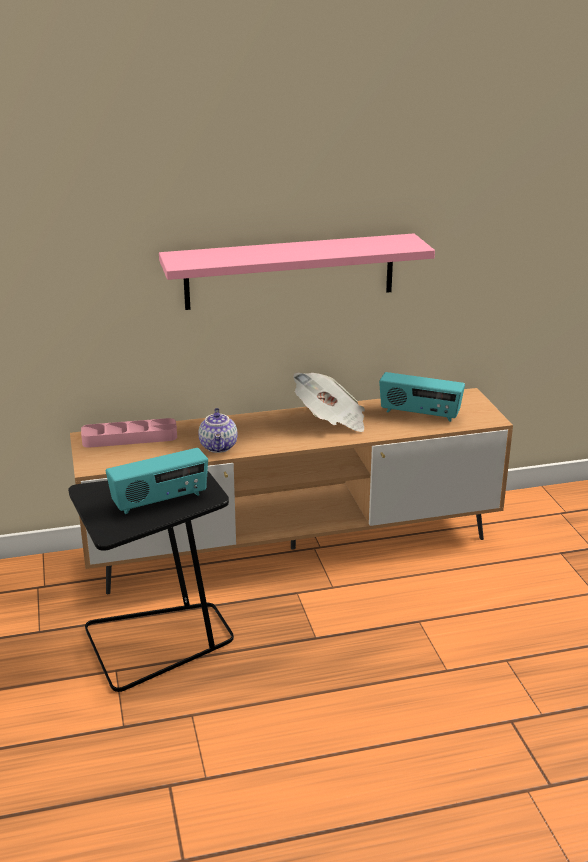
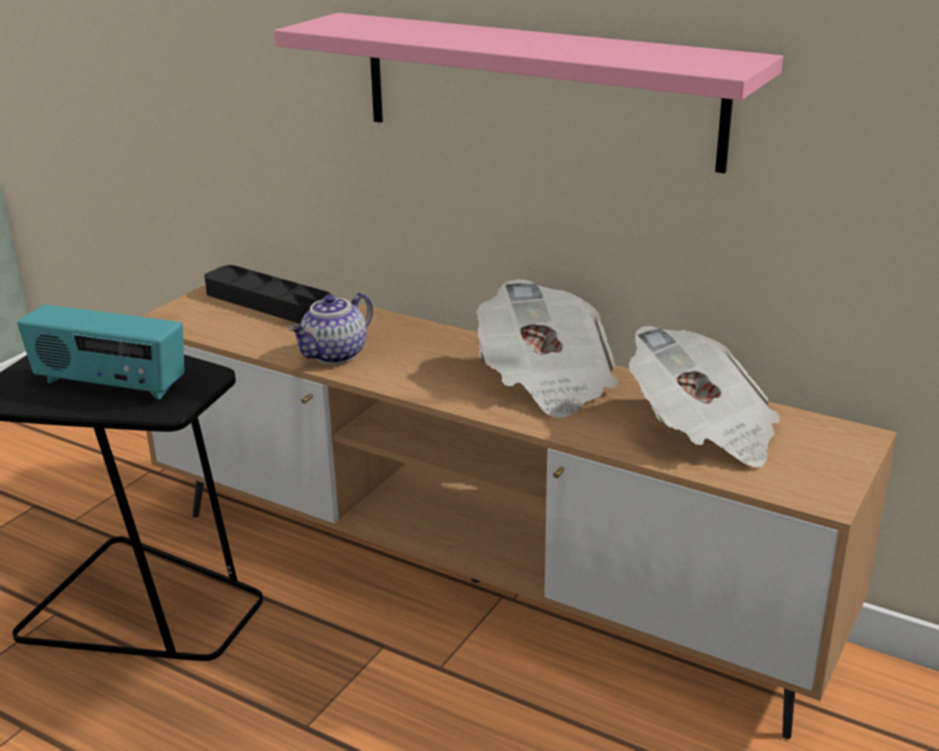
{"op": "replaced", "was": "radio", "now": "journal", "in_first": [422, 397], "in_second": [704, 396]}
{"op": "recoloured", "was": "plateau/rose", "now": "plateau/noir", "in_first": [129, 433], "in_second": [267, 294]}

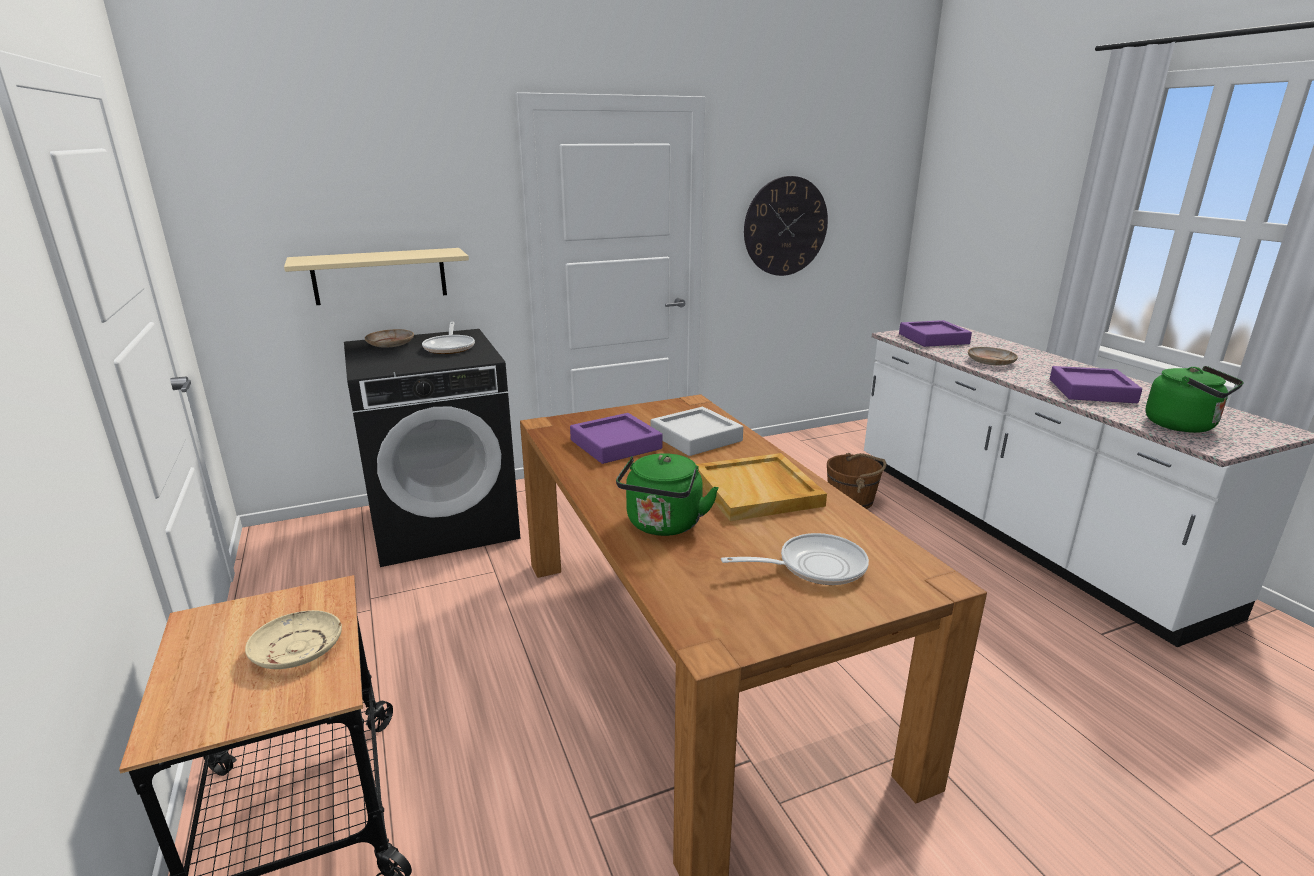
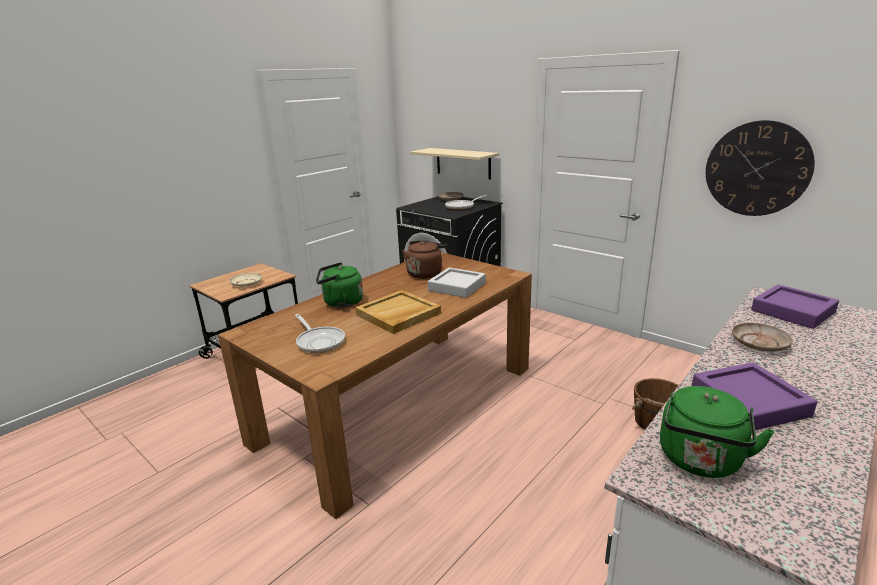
{"op": "replaced", "was": "plateau/violet", "now": "bouilloire/marron", "in_first": [616, 438], "in_second": [424, 260]}

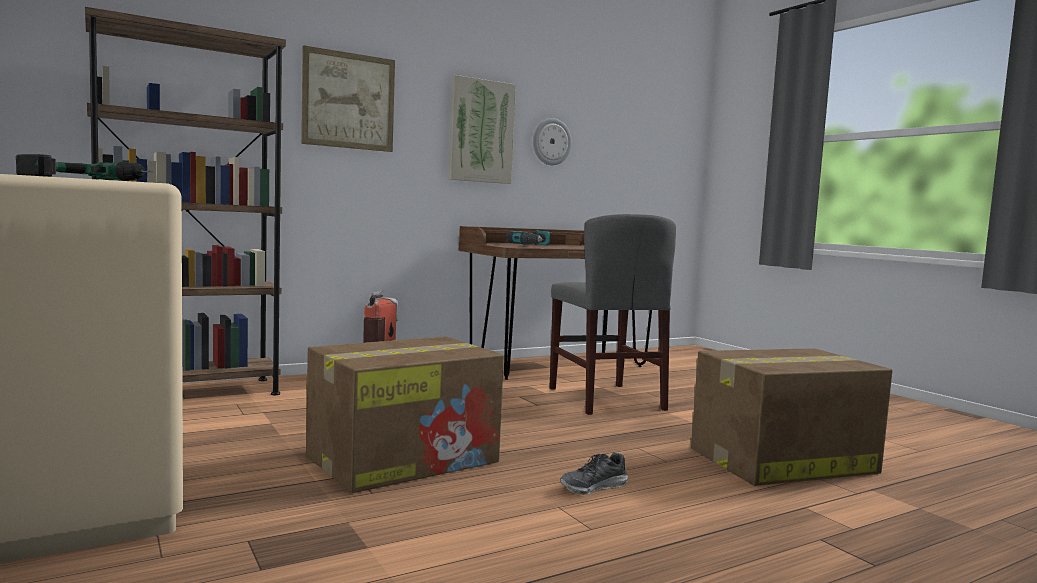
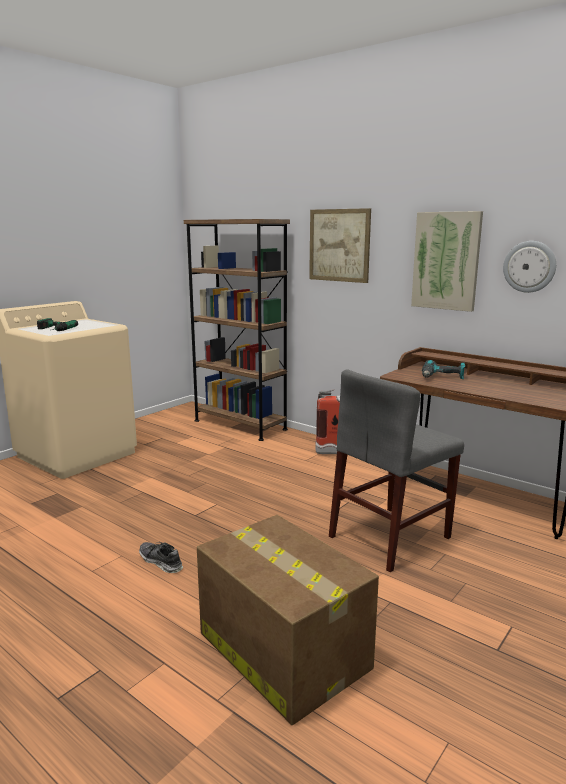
{"op": "removed", "was": "carton", "in_first": [405, 414]}

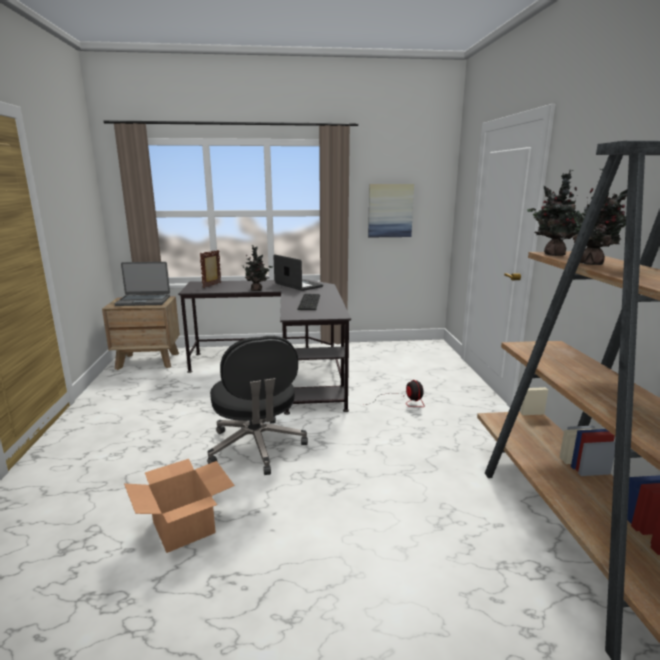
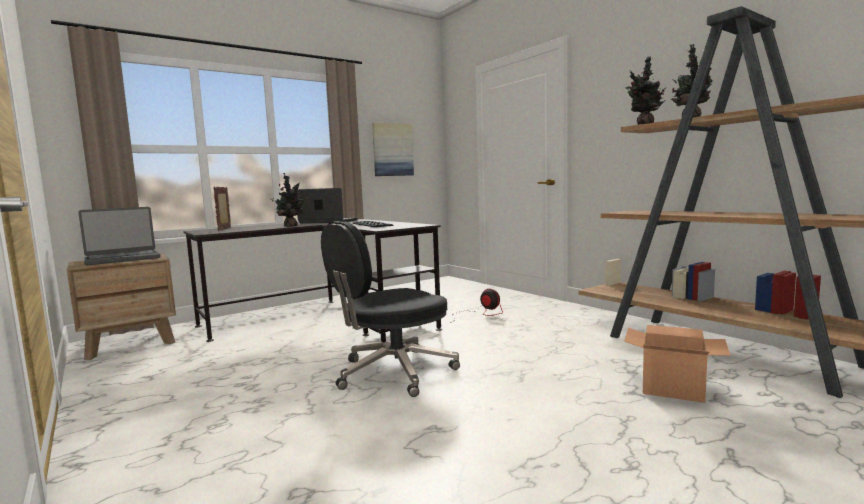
{"op": "moved", "was": "carton", "in_first": [179, 506], "in_second": [677, 364]}
{"op": "turned", "was": "chaise de bureau/noir", "in_first": [257, 405], "in_second": [390, 309], "clockwise": 105}

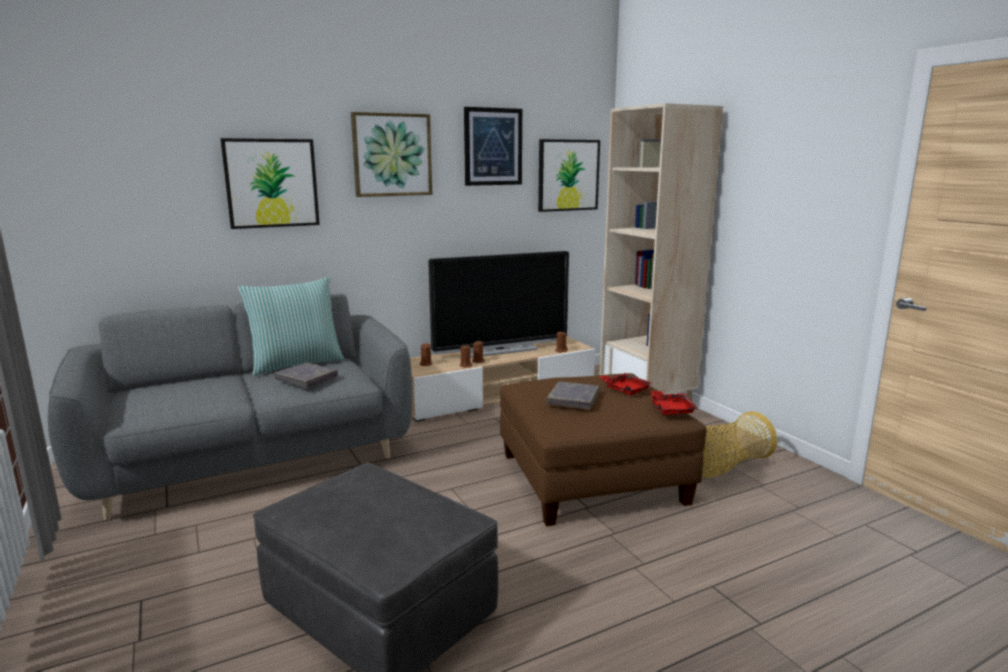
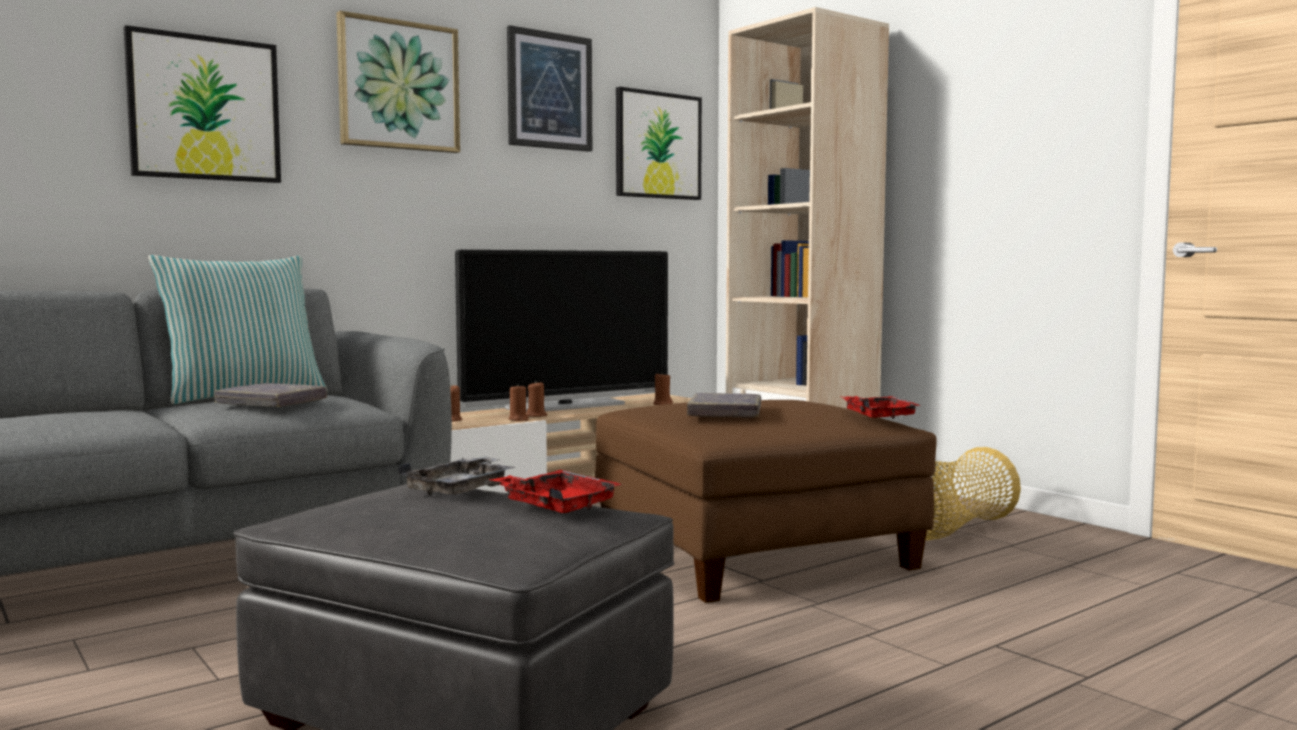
{"op": "added", "now": "plateau/gris", "in_second": [456, 476]}
{"op": "moved", "was": "plateau/rouge", "in_first": [625, 384], "in_second": [555, 491]}

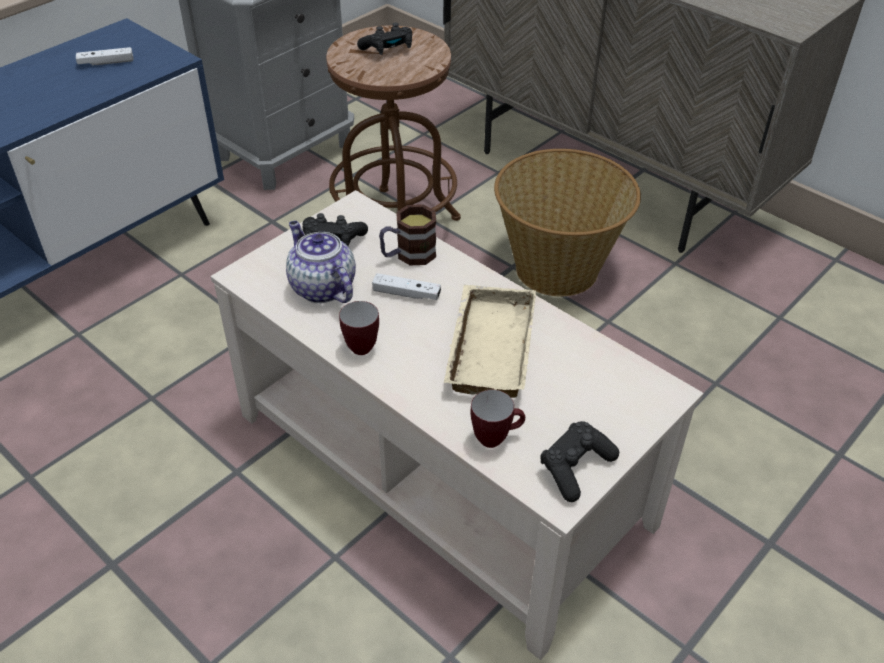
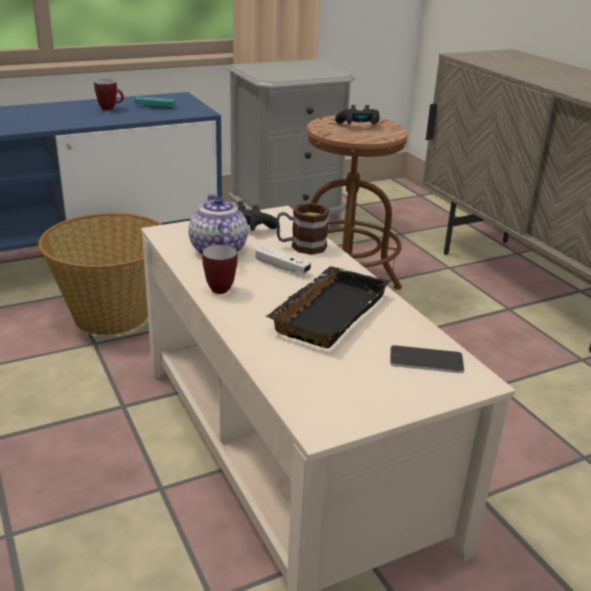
{"op": "removed", "was": "manette/noir", "in_first": [579, 461]}
{"op": "added", "now": "téléphone", "in_second": [427, 359]}
{"op": "moved", "was": "mug", "in_first": [498, 419], "in_second": [109, 94]}
{"op": "moved", "was": "panier", "in_first": [567, 222], "in_second": [100, 274]}
{"op": "recoloured", "was": "manette/blanc", "now": "manette/turquoise", "in_first": [104, 56], "in_second": [154, 103]}
{"op": "recoloured", "was": "plateau/beige", "now": "plateau/noir", "in_first": [490, 341], "in_second": [327, 307]}

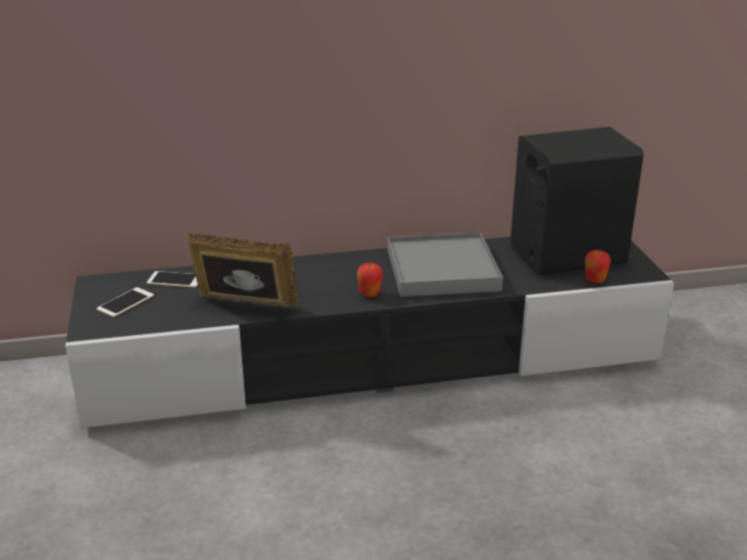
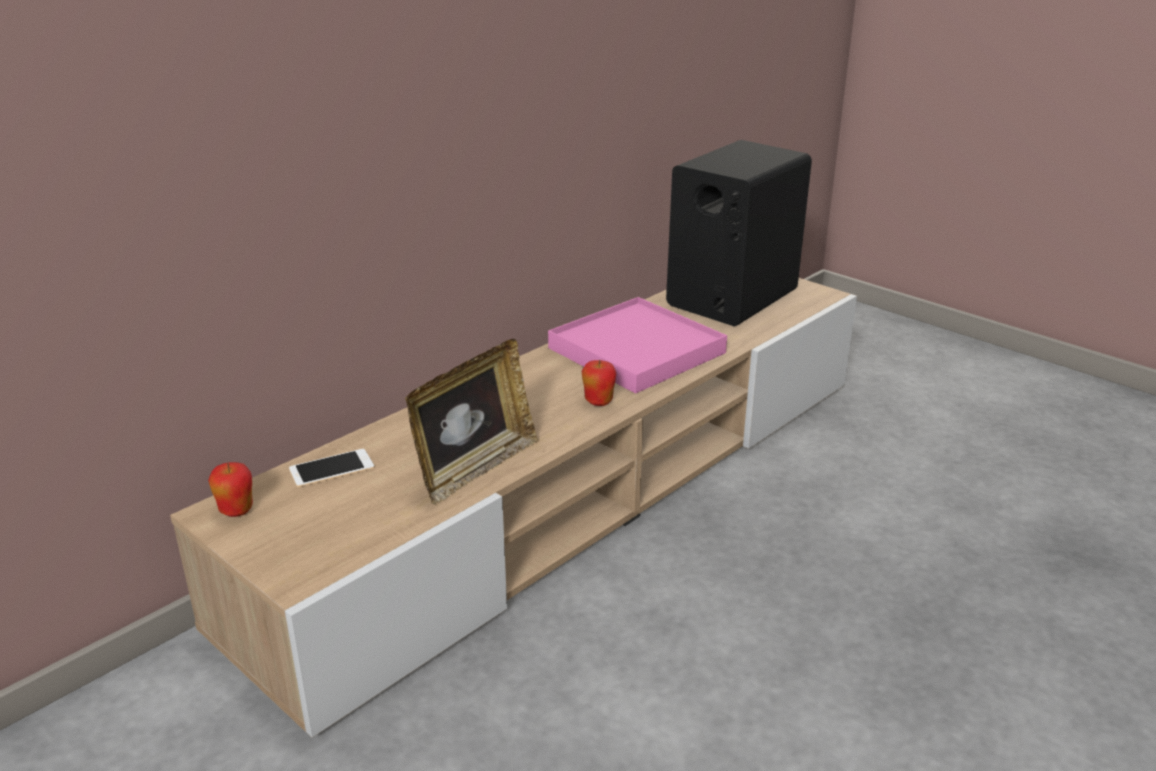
{"op": "removed", "was": "téléphone", "in_first": [125, 302]}
{"op": "moved", "was": "pomme", "in_first": [598, 267], "in_second": [230, 489]}
{"op": "recoloured", "was": "meuble télé/noir", "now": "meuble télé/beige", "in_first": [369, 332], "in_second": [513, 508]}
{"op": "recoloured", "was": "plateau/gris", "now": "plateau/rose", "in_first": [445, 265], "in_second": [637, 345]}
{"op": "turned", "was": "cadre photo", "in_first": [243, 270], "in_second": [471, 421], "clockwise": 150}

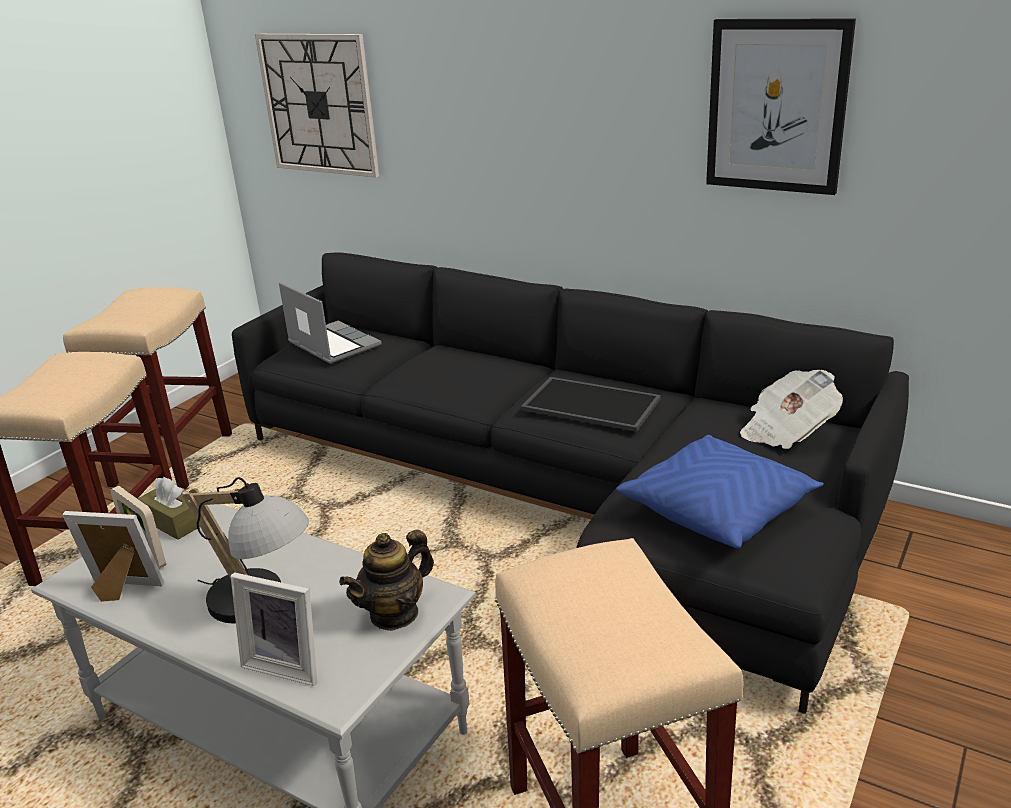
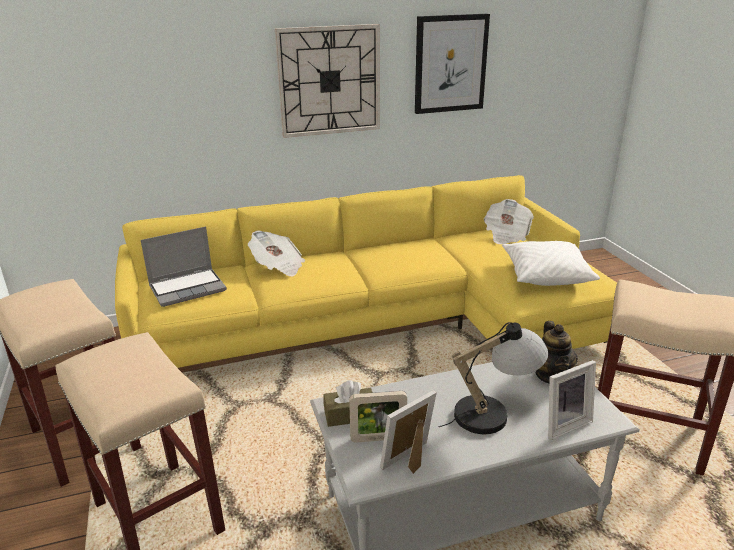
{"op": "removed", "was": "plateau", "in_first": [591, 404]}
{"op": "added", "now": "journal", "in_second": [276, 253]}
{"op": "moved", "was": "horloge murale", "in_first": [317, 105], "in_second": [327, 81]}
{"op": "recoloured", "was": "canapé/noir", "now": "canapé/jaune", "in_first": [570, 483], "in_second": [366, 271]}
{"op": "recoloured", "was": "coussin/bleu", "now": "coussin/blanc", "in_first": [720, 492], "in_second": [551, 263]}
{"op": "turned", "was": "ordinateur portable", "in_first": [330, 323], "in_second": [184, 267], "clockwise": 150}

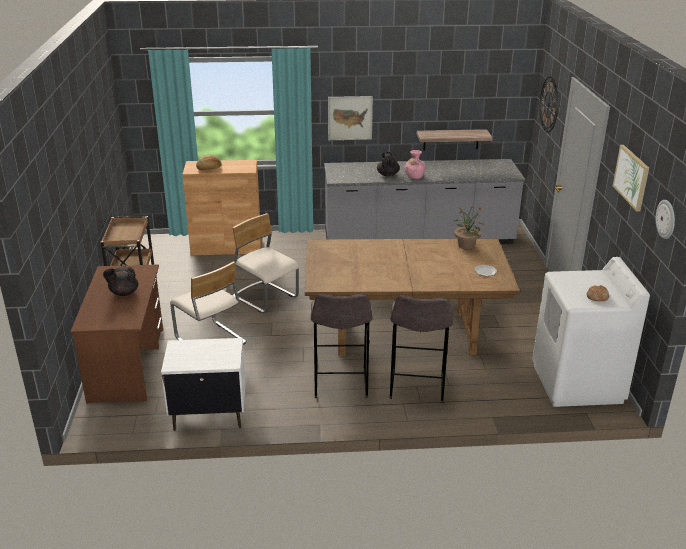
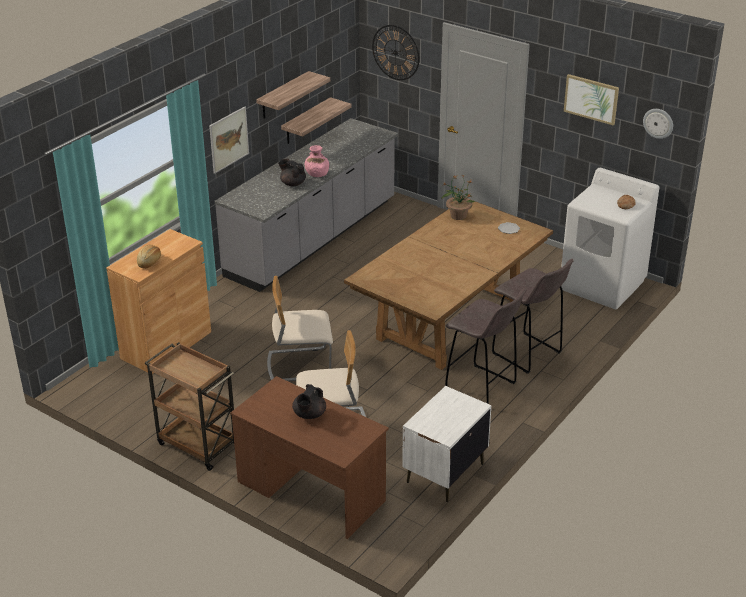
{"op": "added", "now": "étagère", "in_second": [293, 94]}

